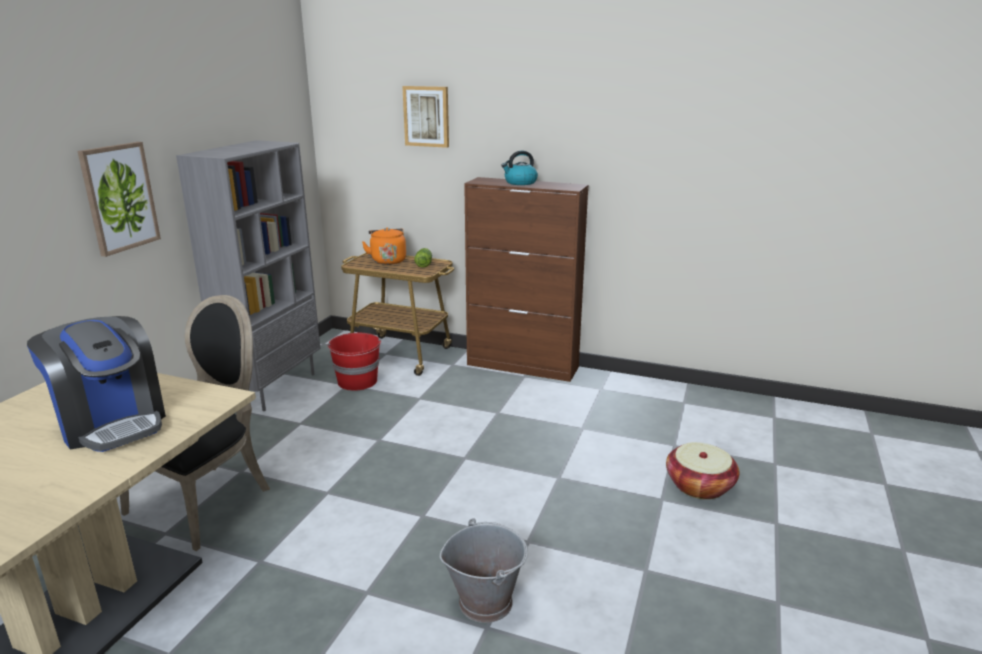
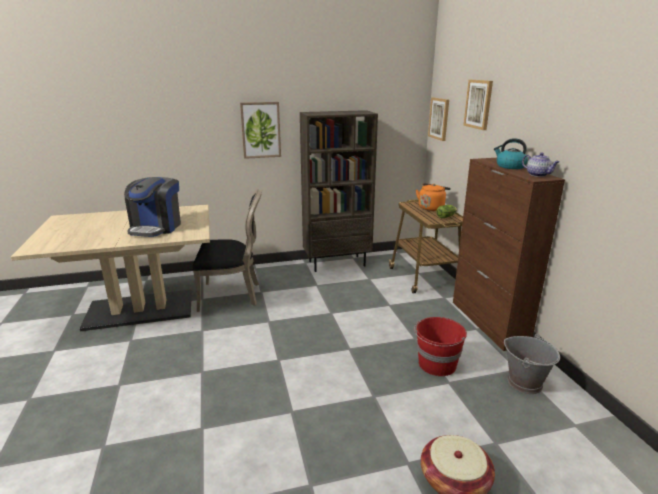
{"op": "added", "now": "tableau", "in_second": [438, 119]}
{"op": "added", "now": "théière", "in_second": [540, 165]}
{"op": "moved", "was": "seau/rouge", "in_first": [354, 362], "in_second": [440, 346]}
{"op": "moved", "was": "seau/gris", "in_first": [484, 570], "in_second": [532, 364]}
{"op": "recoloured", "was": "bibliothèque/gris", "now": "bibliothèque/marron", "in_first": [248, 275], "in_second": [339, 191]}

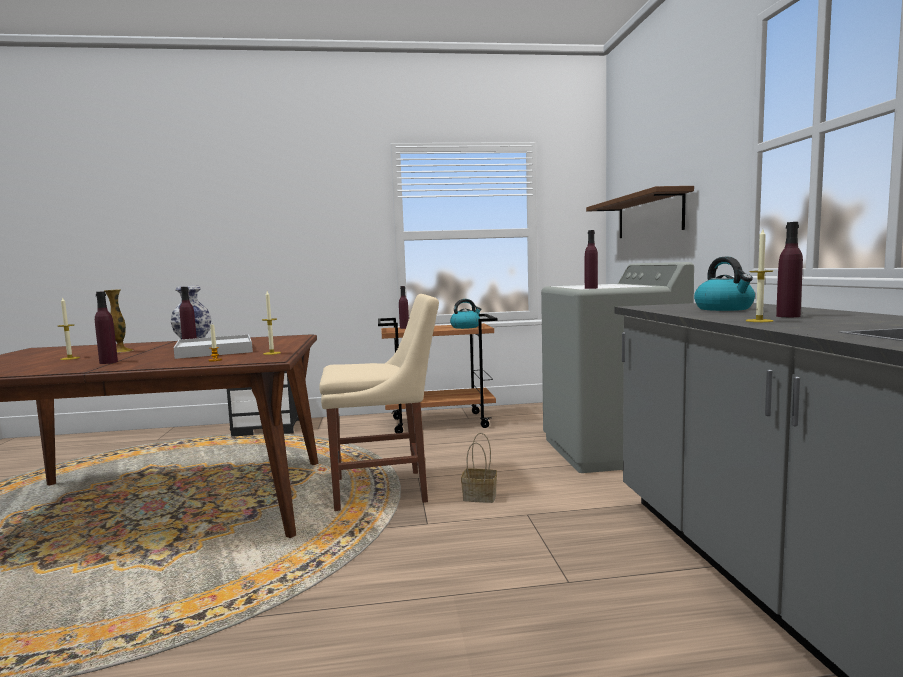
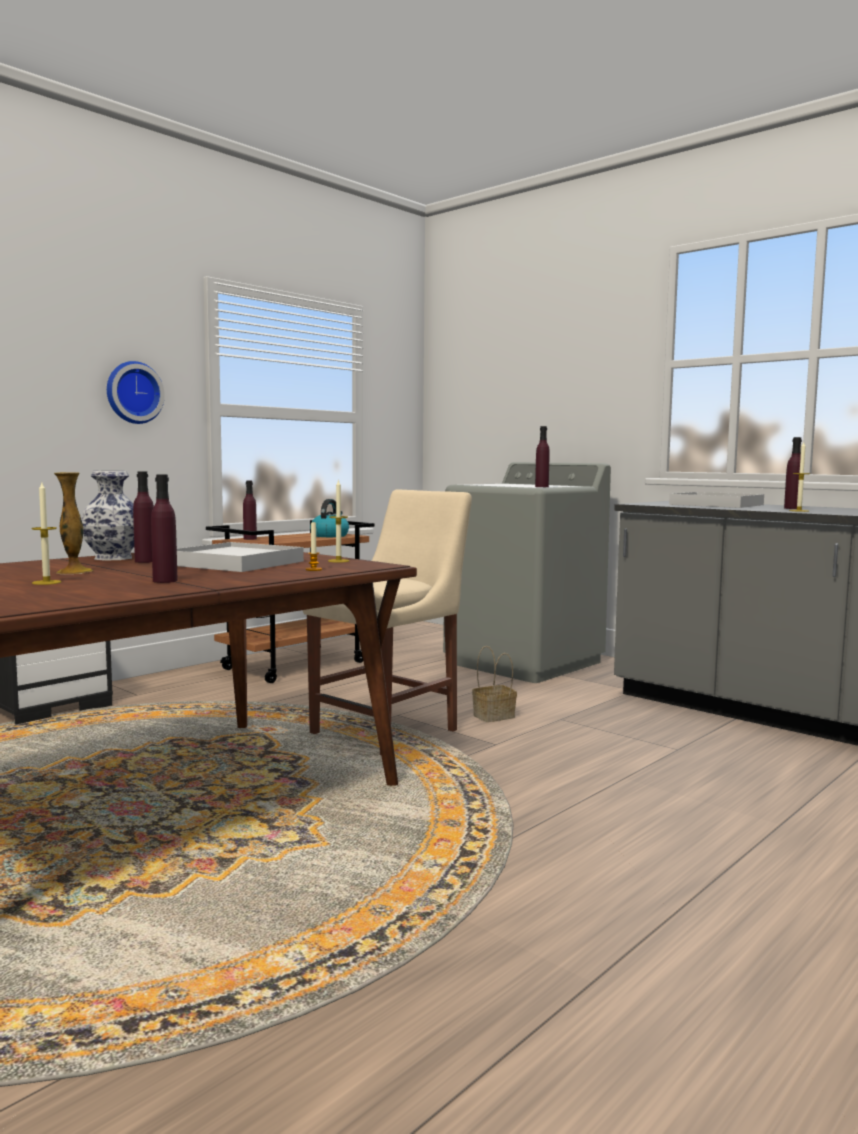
{"op": "removed", "was": "étagère/marron", "in_first": [640, 212]}
{"op": "added", "now": "horloge murale", "in_second": [136, 392]}
{"op": "replaced", "was": "bouilloire", "now": "plateau/blanc", "in_first": [724, 284], "in_second": [716, 500]}

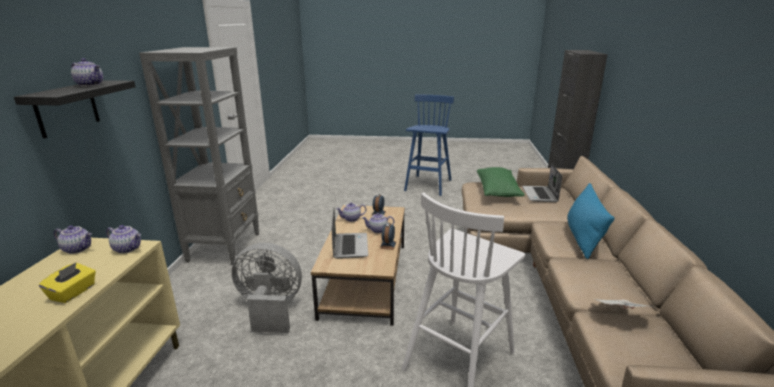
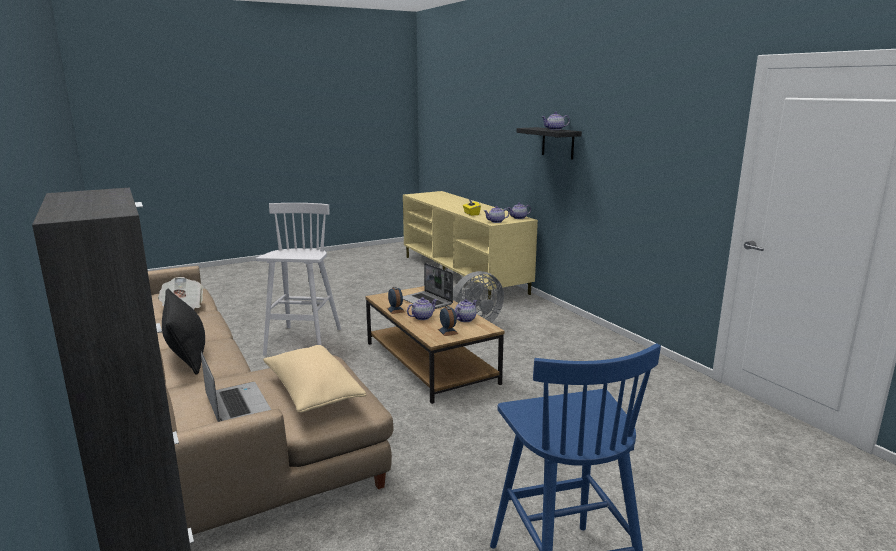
{"op": "removed", "was": "bibliothèque/gris", "in_first": [199, 156]}
{"op": "recoloured", "was": "coussin/vert", "now": "coussin/beige", "in_first": [501, 182], "in_second": [315, 379]}
{"op": "recoloured", "was": "coussin/bleu", "now": "coussin/noir", "in_first": [591, 221], "in_second": [183, 332]}

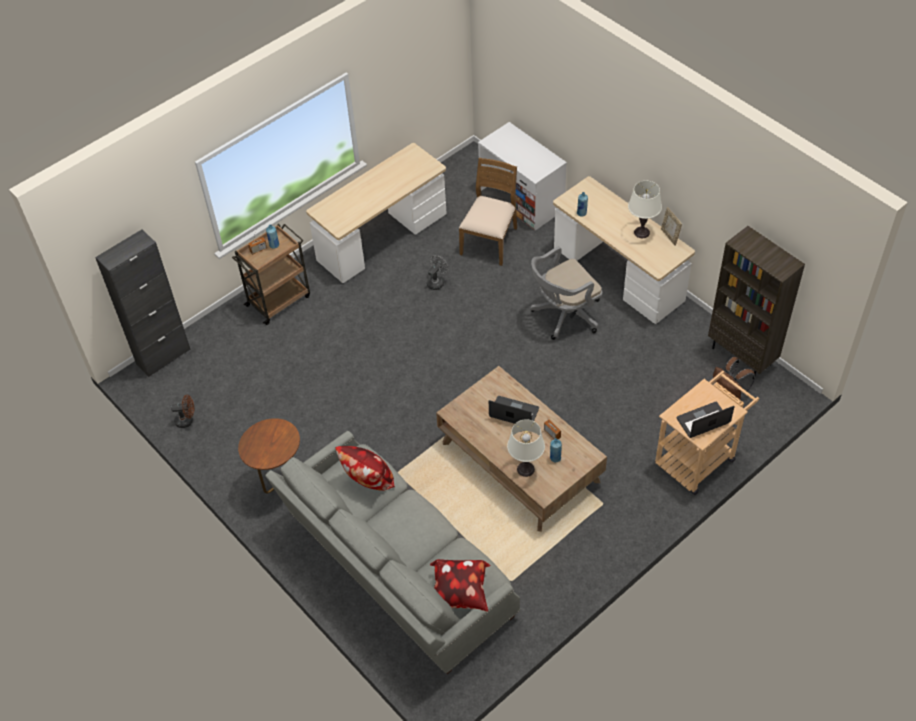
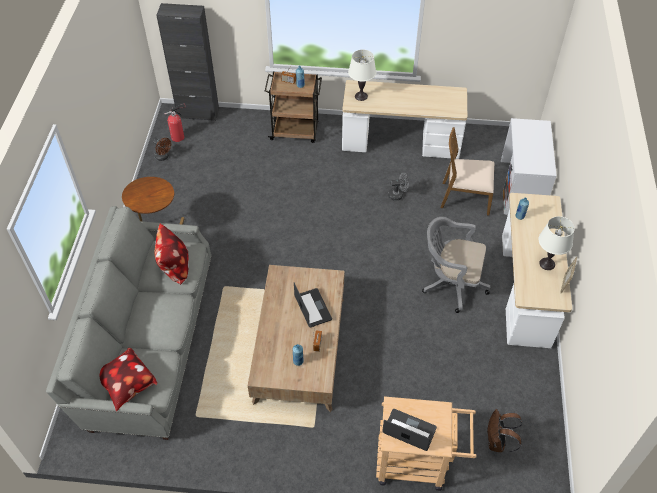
{"op": "removed", "was": "bibliothèque/marron", "in_first": [756, 302]}
{"op": "added", "now": "extincteur", "in_second": [175, 123]}
{"op": "moved", "was": "lampe de table/blanc", "in_first": [526, 448], "in_second": [362, 75]}
{"op": "turned", "was": "chaise/marron", "in_first": [488, 212], "in_second": [467, 171], "clockwise": -150}

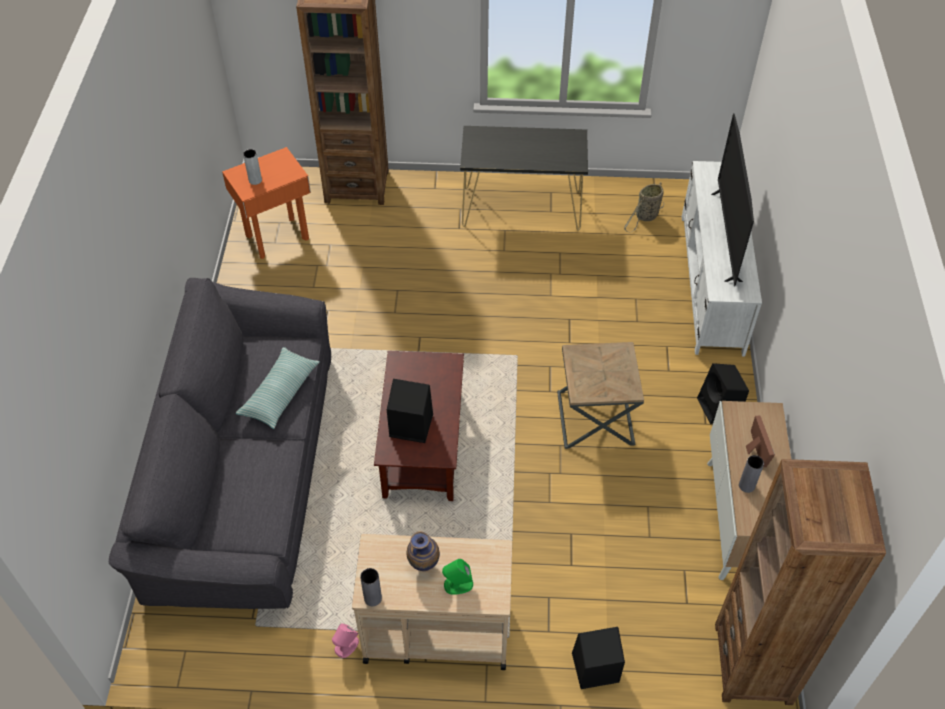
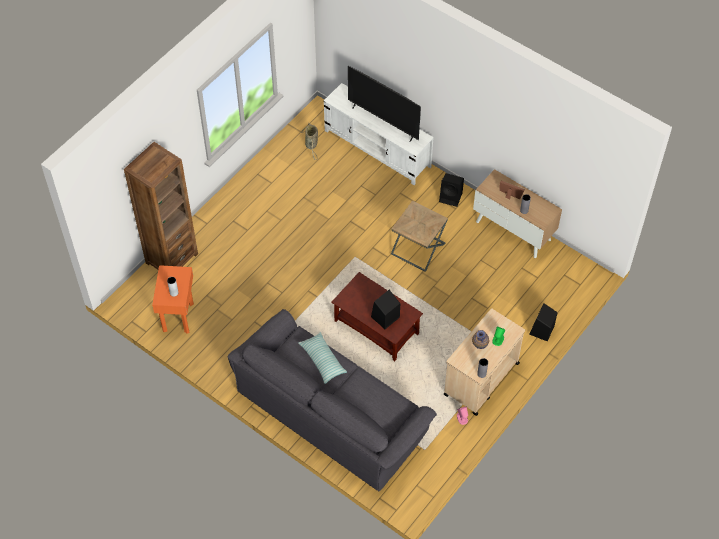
{"op": "removed", "was": "table console/noir", "in_first": [524, 178]}
{"op": "removed", "was": "bibliothèque/marron", "in_first": [800, 582]}

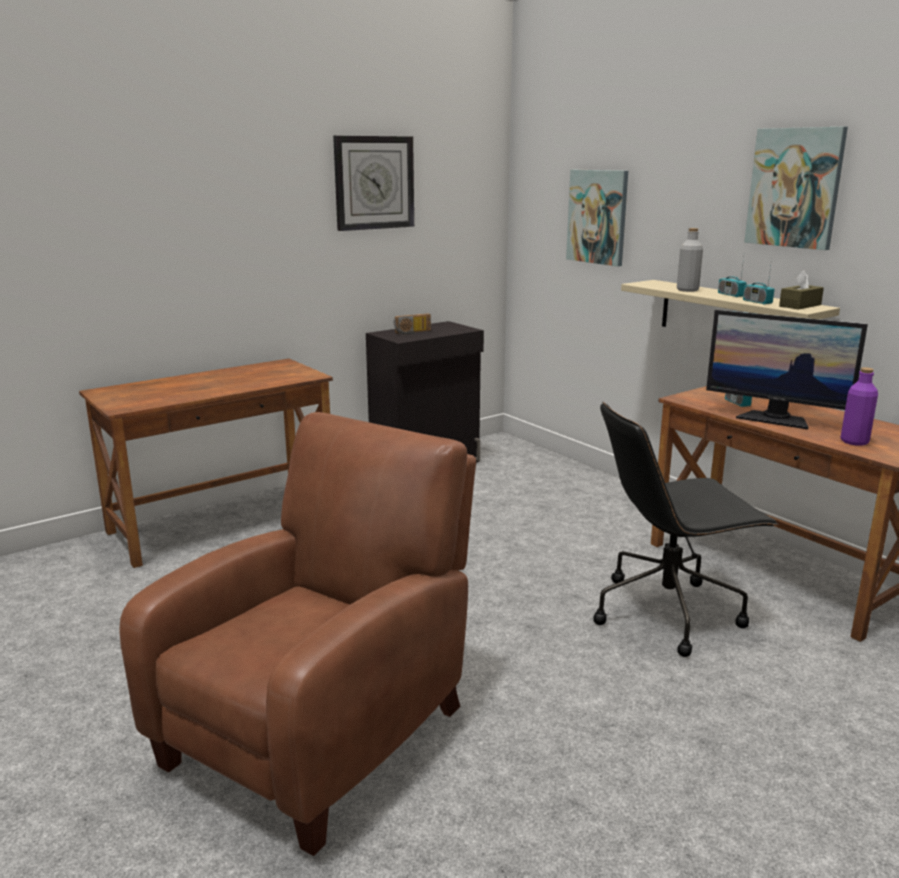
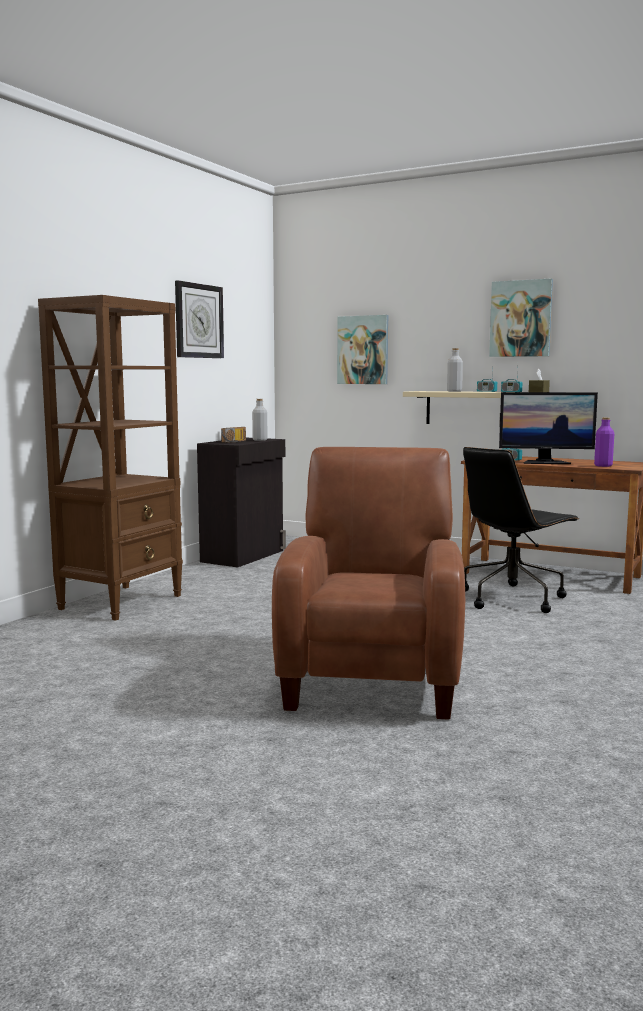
{"op": "added", "now": "bouteille/gris", "in_second": [260, 420]}
{"op": "replaced", "was": "bureau/marron", "now": "bibliothèque/marron", "in_first": [206, 463], "in_second": [110, 458]}

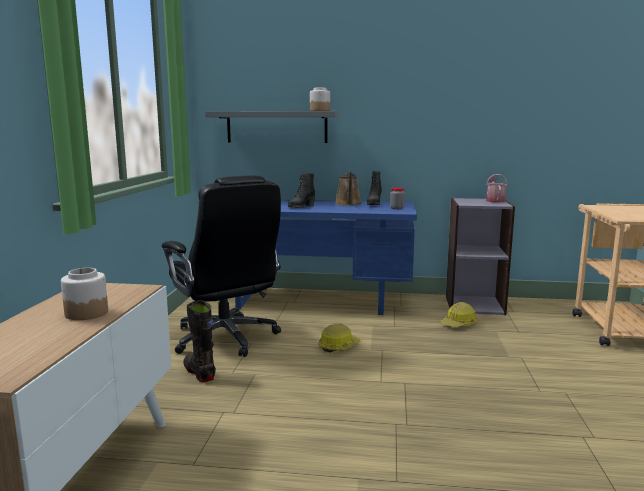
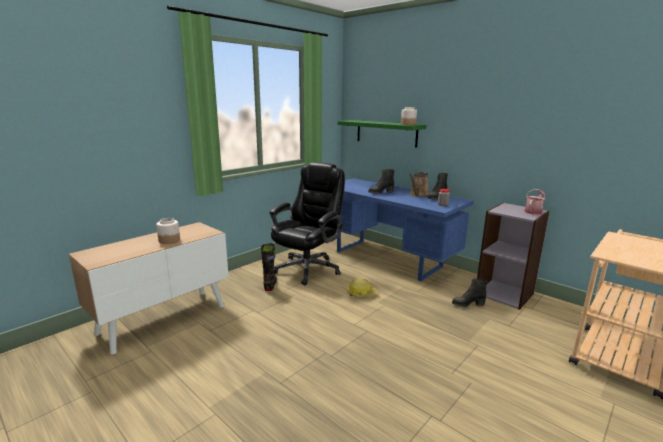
{"op": "replaced", "was": "casque de chantier", "now": "botte/noir", "in_first": [459, 314], "in_second": [470, 292]}
{"op": "recoloured", "was": "étagère/gris", "now": "étagère/vert", "in_first": [272, 127], "in_second": [382, 133]}
{"op": "turned", "was": "chaise de bureau/noir", "in_first": [221, 266], "in_second": [307, 223], "clockwise": -150}

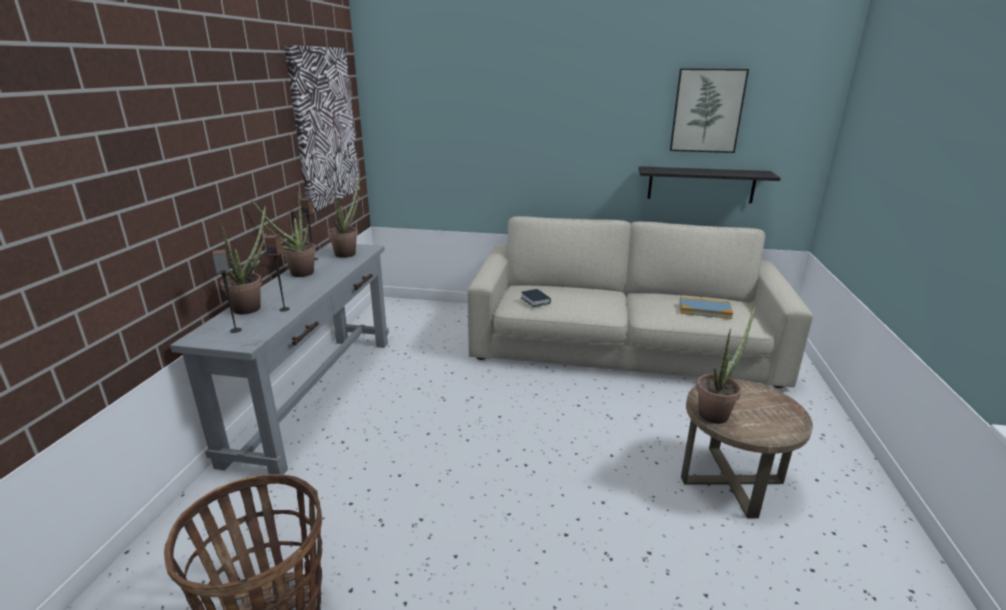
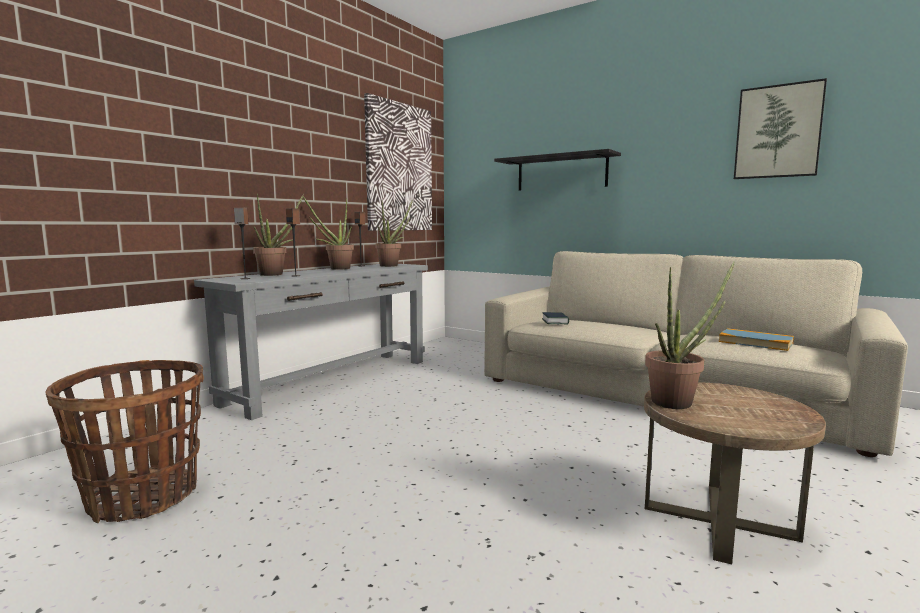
{"op": "moved", "was": "étagère/noir", "in_first": [709, 184], "in_second": [557, 170]}

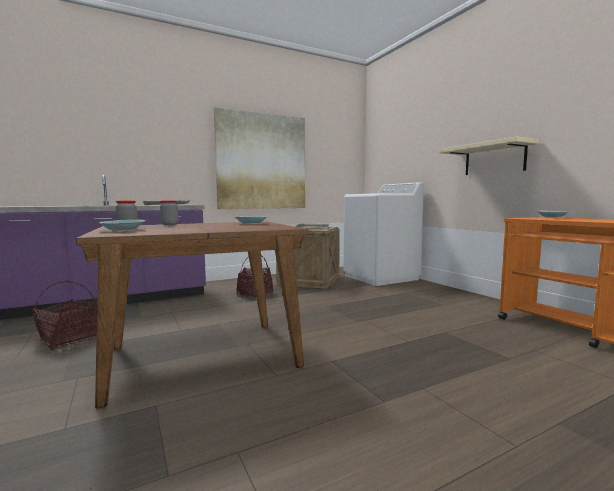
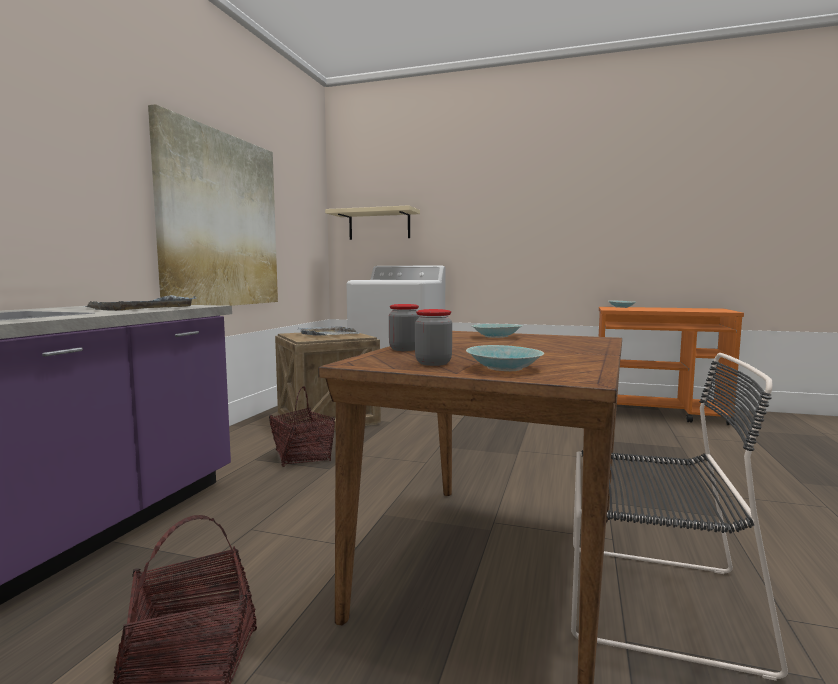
{"op": "added", "now": "chaise/noir", "in_second": [679, 517]}
{"op": "moved", "was": "étagère/beige", "in_first": [488, 155], "in_second": [372, 222]}

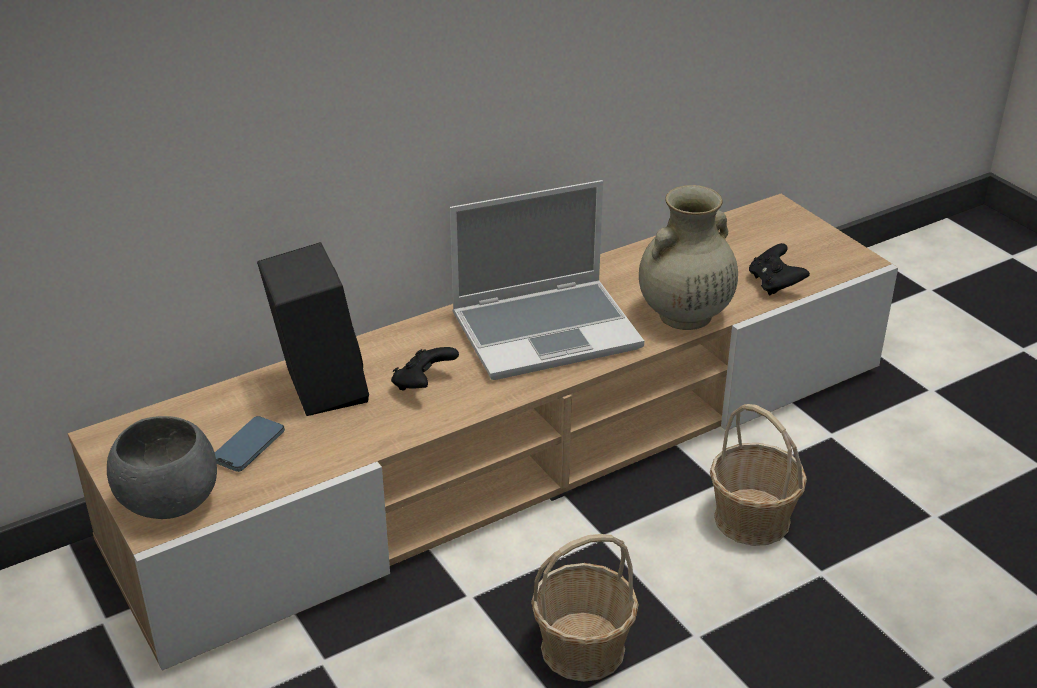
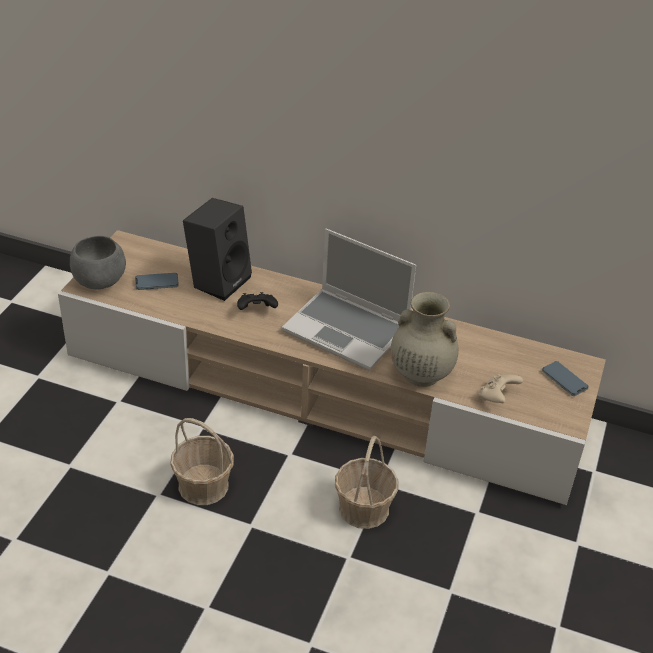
{"op": "added", "now": "téléphone", "in_second": [565, 378]}
{"op": "recoloured", "was": "manette/noir", "now": "manette/beige", "in_first": [779, 269], "in_second": [500, 388]}

